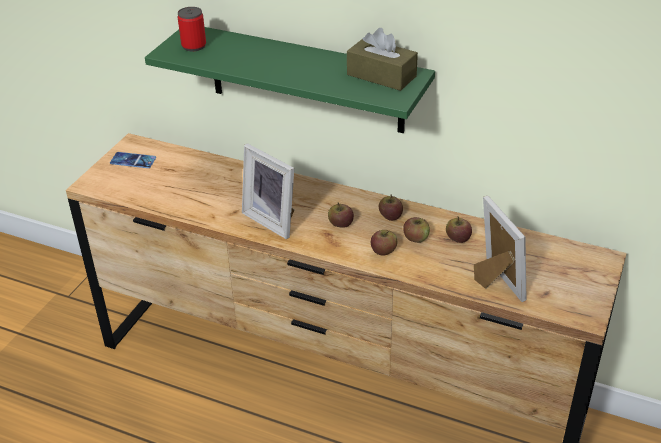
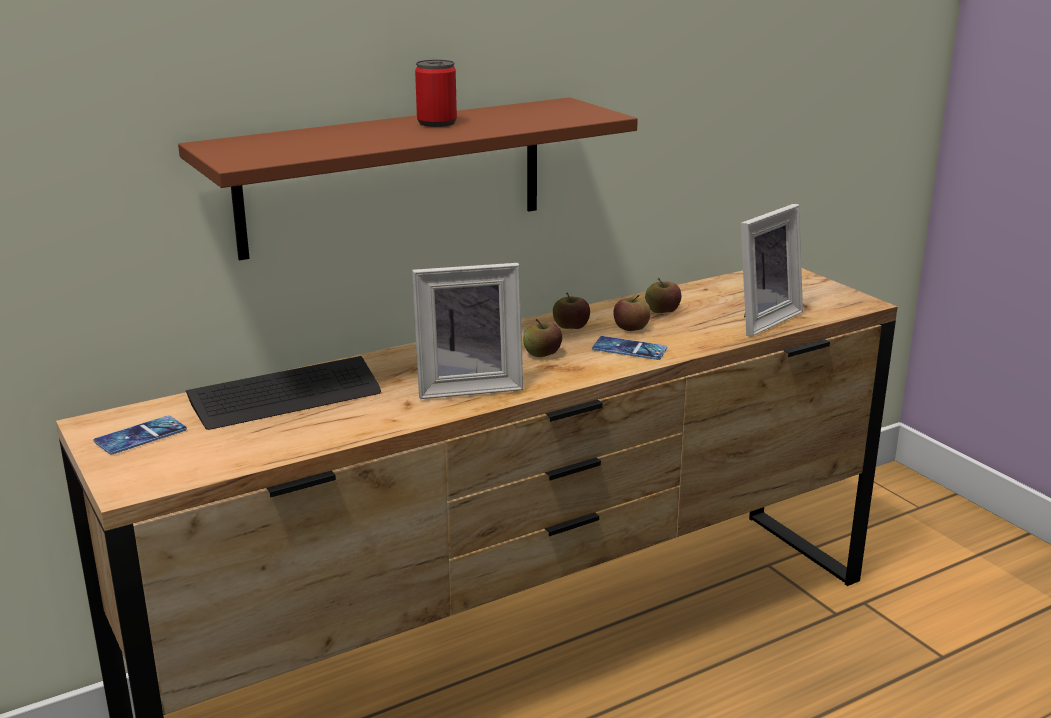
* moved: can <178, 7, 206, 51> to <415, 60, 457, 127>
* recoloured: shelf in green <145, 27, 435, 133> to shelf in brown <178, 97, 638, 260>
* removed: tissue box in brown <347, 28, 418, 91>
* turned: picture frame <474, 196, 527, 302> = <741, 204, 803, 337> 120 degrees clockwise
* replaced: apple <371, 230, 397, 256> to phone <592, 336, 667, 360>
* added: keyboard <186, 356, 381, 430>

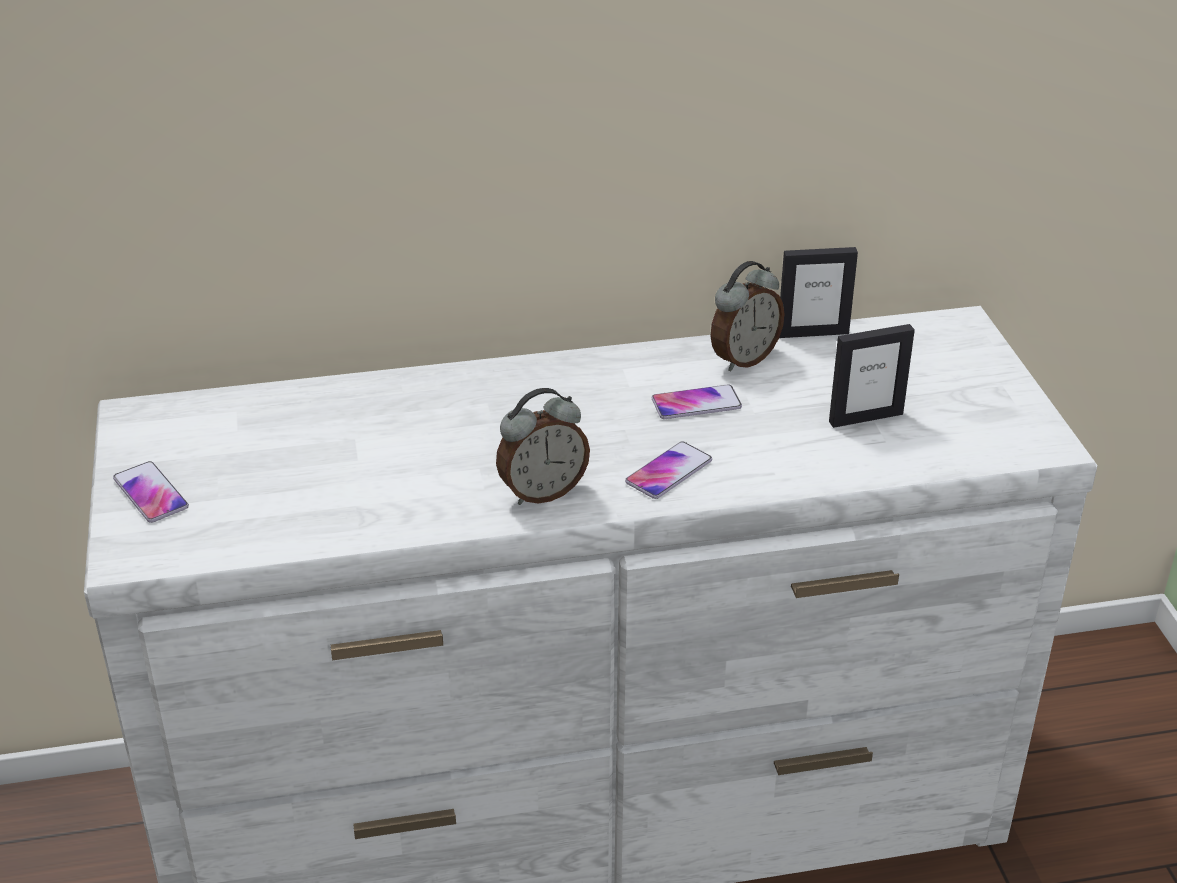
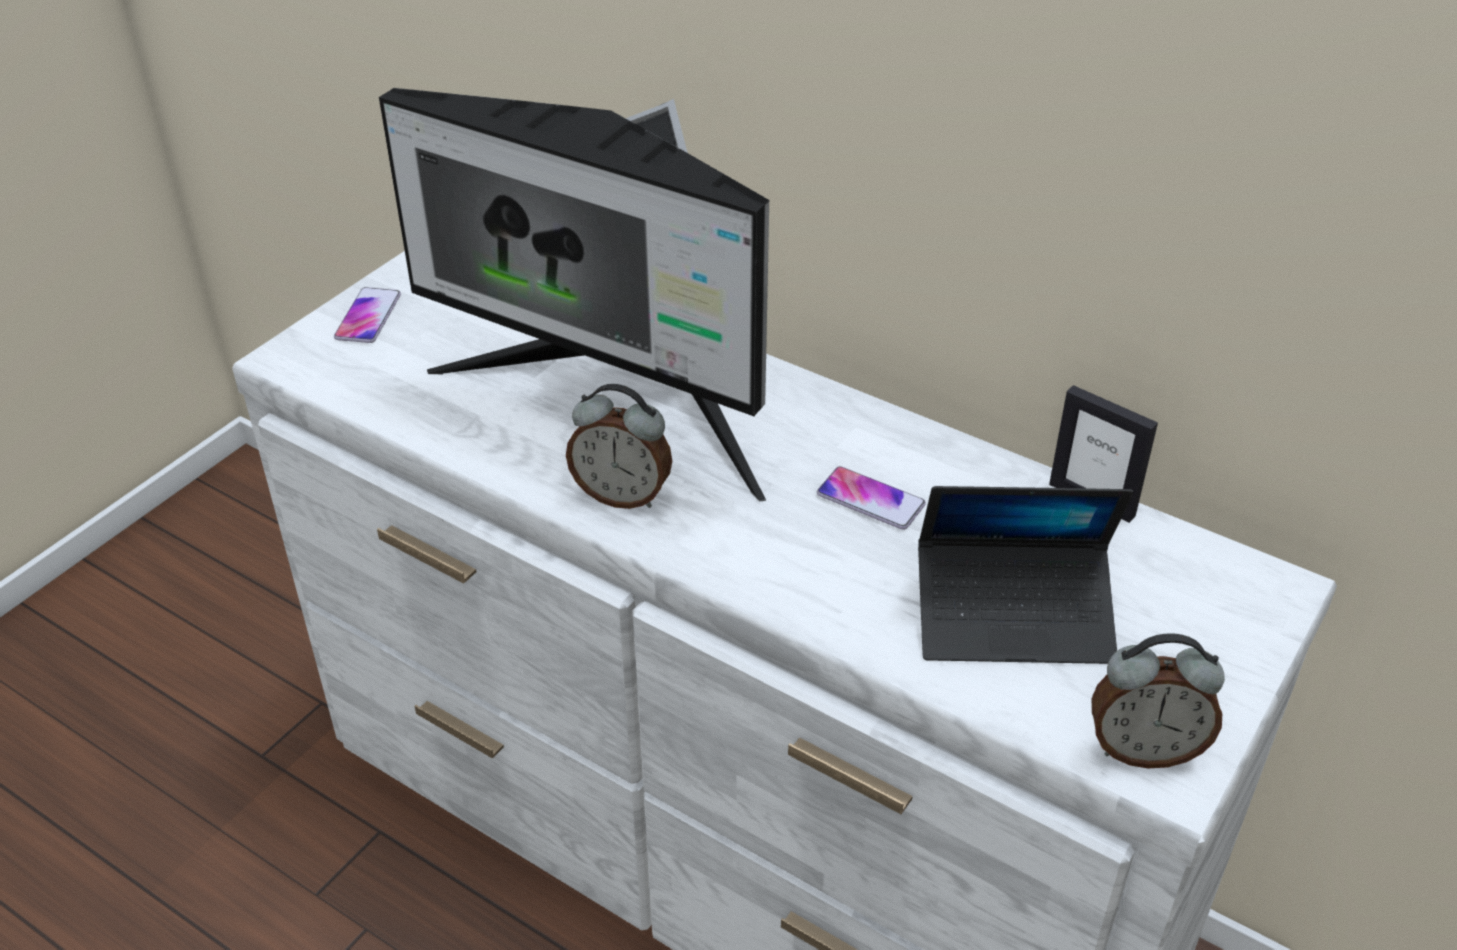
* moved: alarm clock <711, 261, 784, 371> to <1092, 633, 1225, 768>
* replaced: picture frame <829, 324, 915, 428> to laptop <918, 486, 1134, 664>
* removed: phone <625, 441, 712, 499>
* added: monitor <379, 88, 769, 502>

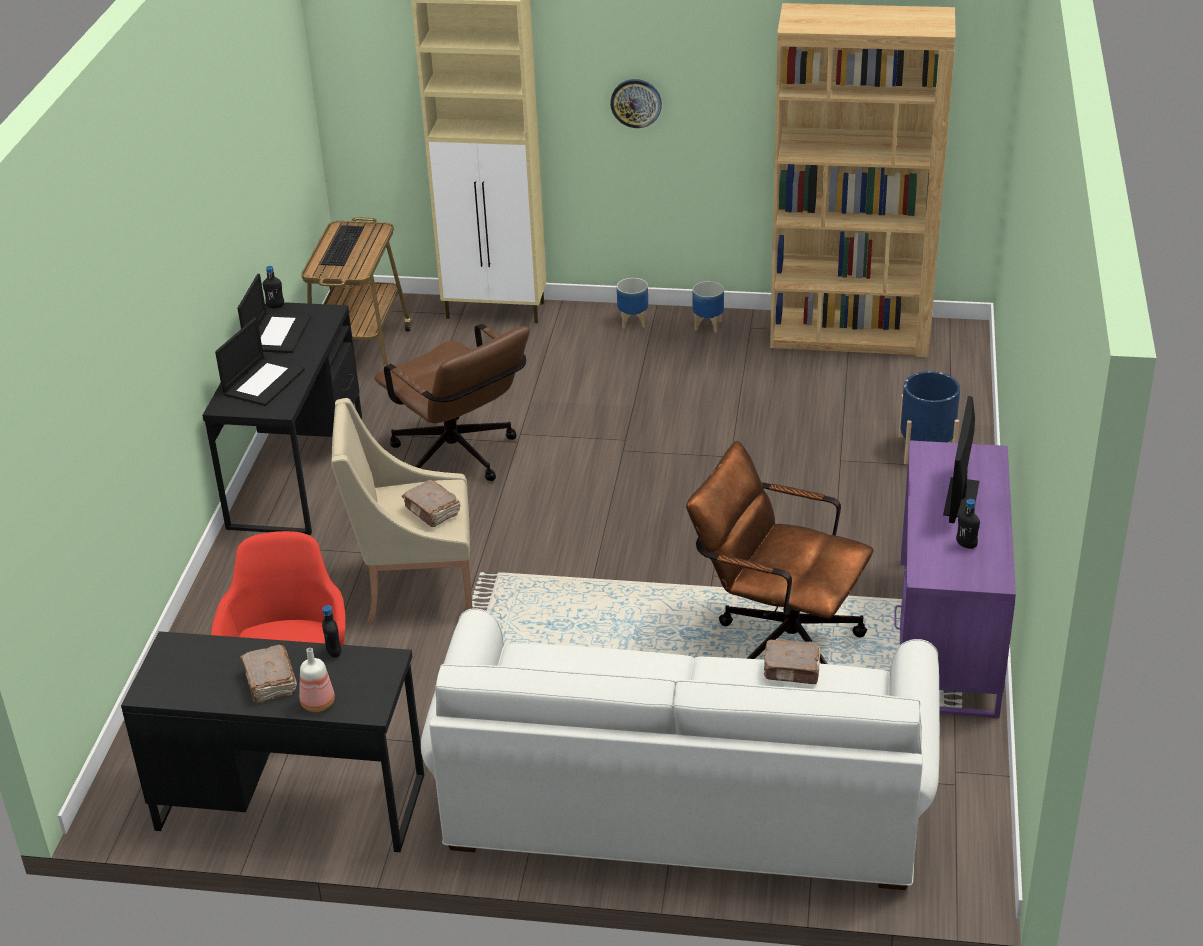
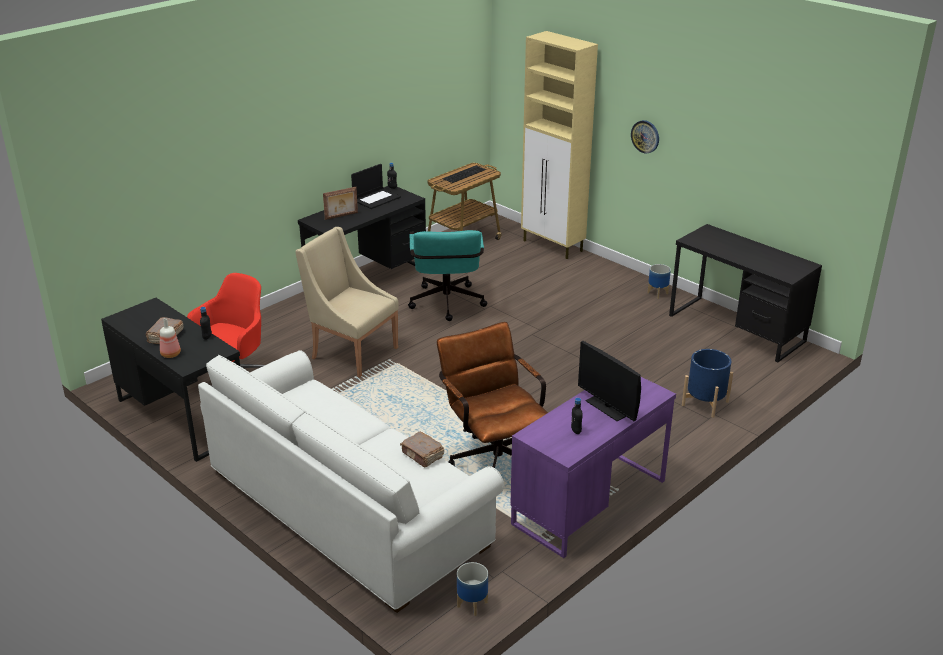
* replaced: bookcase in brown <770, 3, 956, 357> to desk in black <669, 224, 822, 362>
* moved: planter <617, 278, 648, 329> to <457, 562, 488, 616>
* replaced: laptop <215, 317, 305, 406> to picture frame <323, 187, 358, 220>
* recoloured: office chair in brown <375, 323, 530, 481> to office chair in turquoise <408, 230, 487, 321>
* turned: monitor <943, 396, 980, 523> = <578, 341, 641, 421> 90 degrees counterclockwise
* removed: book in brown <402, 480, 460, 527>

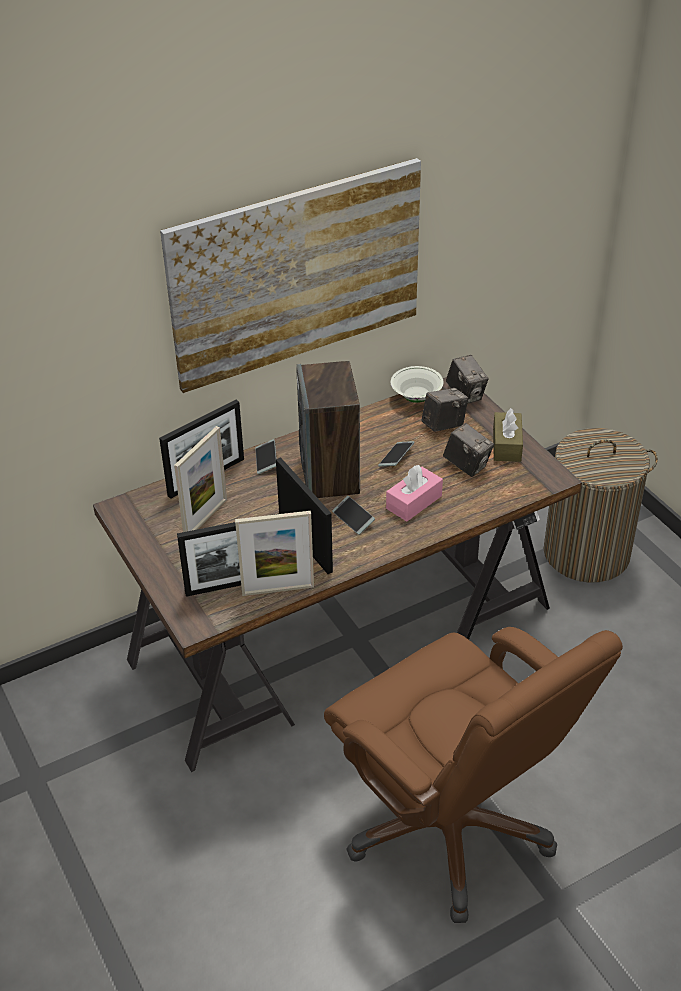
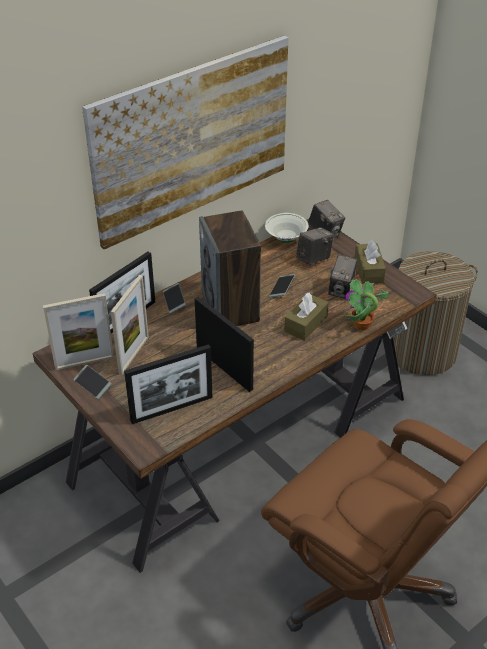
* turned: photo camera <443, 423, 494, 477> = <328, 254, 357, 299> 75 degrees clockwise
* recoloured: tissue box in pink <386, 465, 443, 522> to tissue box in brown <284, 293, 329, 341>
* moved: phone <332, 496, 375, 535> to <73, 365, 111, 399>
* moved: picture frame <235, 511, 314, 596> to <43, 293, 114, 370>
* added: potted plant <345, 279, 388, 330>

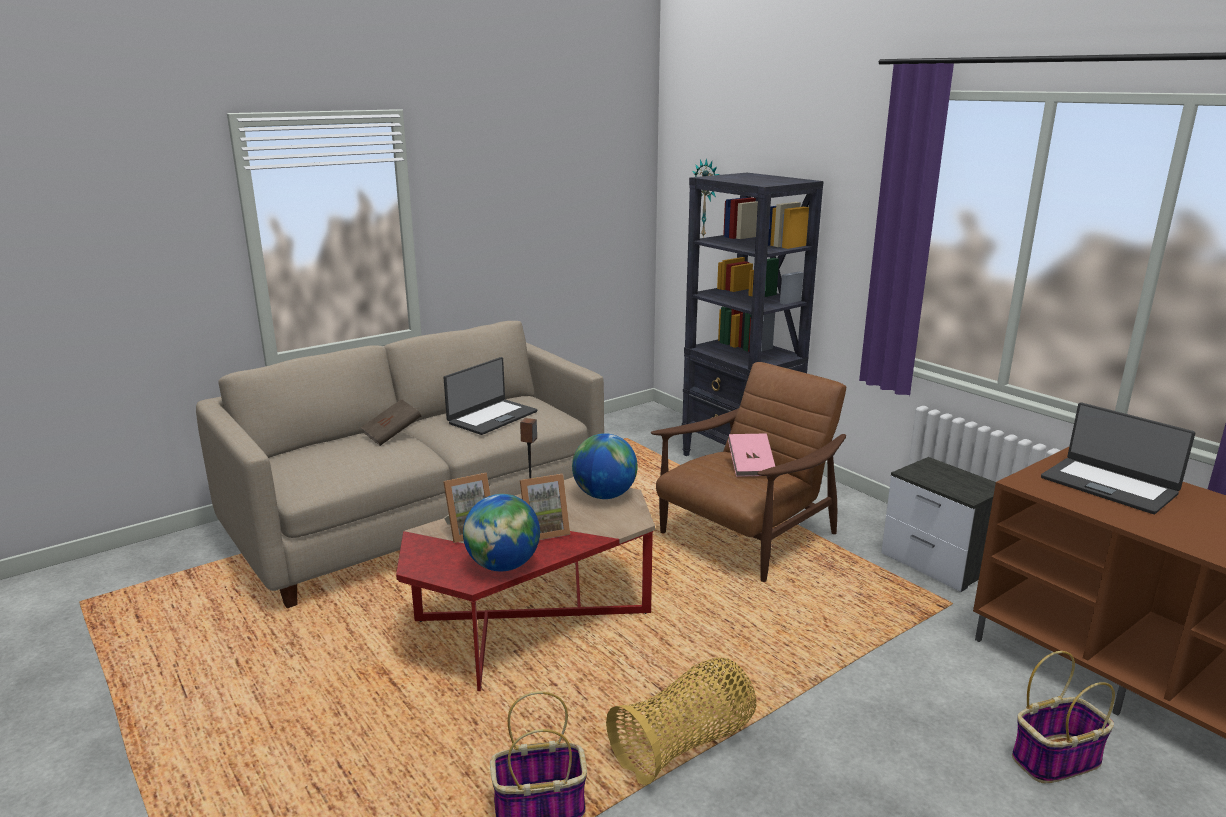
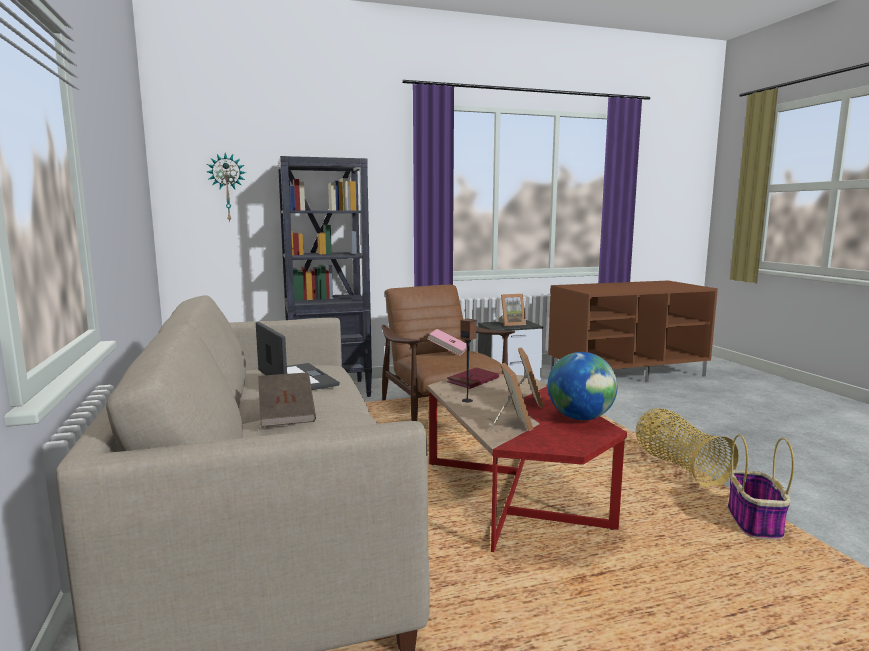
* removed: laptop <1041, 402, 1195, 514>
* replaced: globe <572, 433, 638, 499> to book in red <447, 367, 499, 389>
* removed: basket <1012, 651, 1115, 783>
* added: picture frame <499, 294, 526, 326>

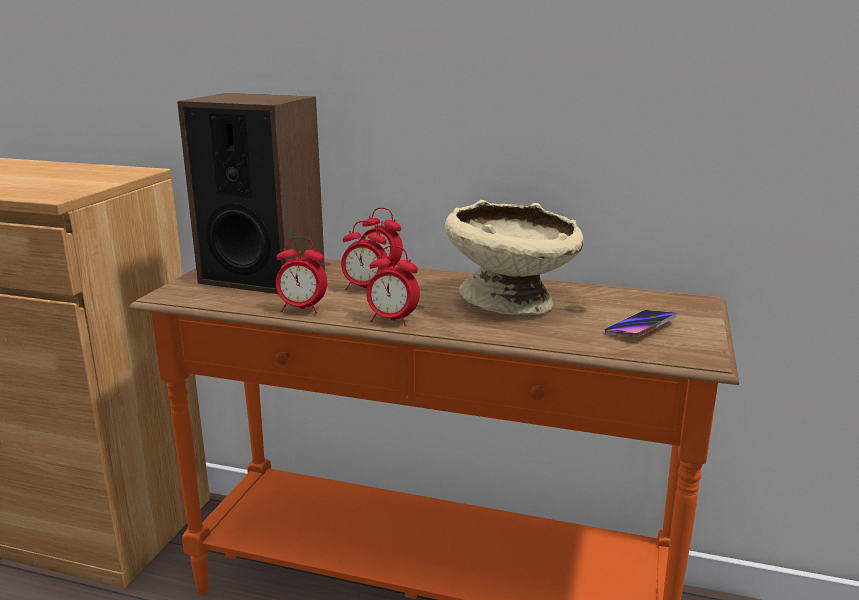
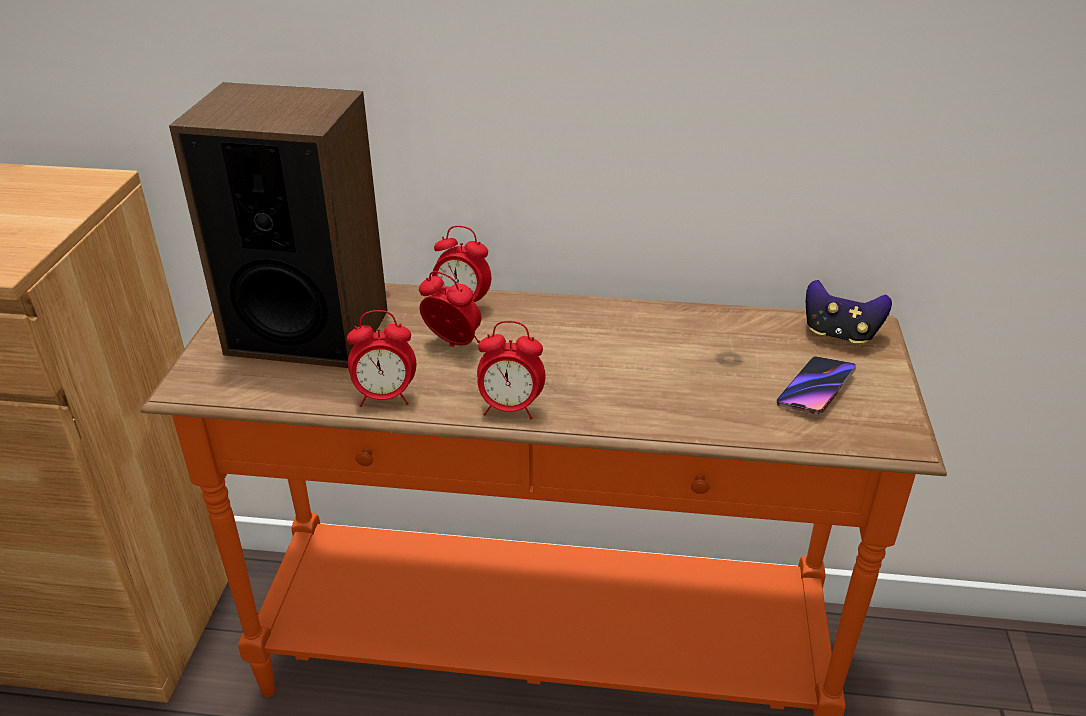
* removed: bowl in beige <445, 200, 584, 315>
* turned: alarm clock <341, 221, 389, 290> = <419, 271, 481, 347> 150 degrees counterclockwise
* added: game controller <806, 280, 892, 346>

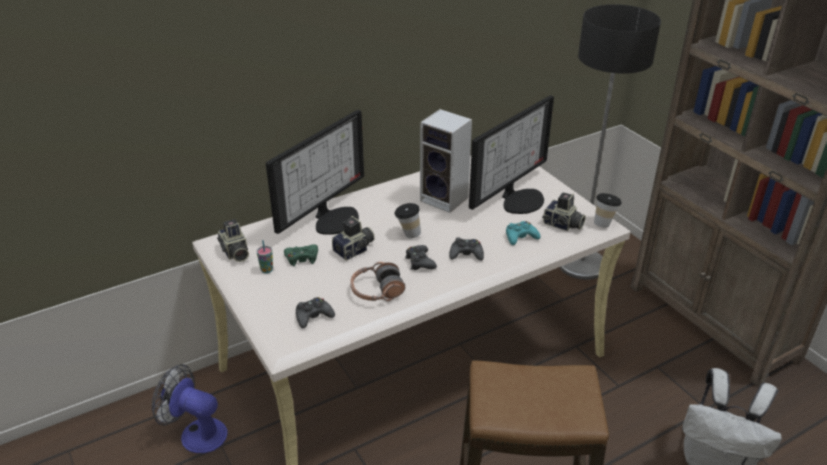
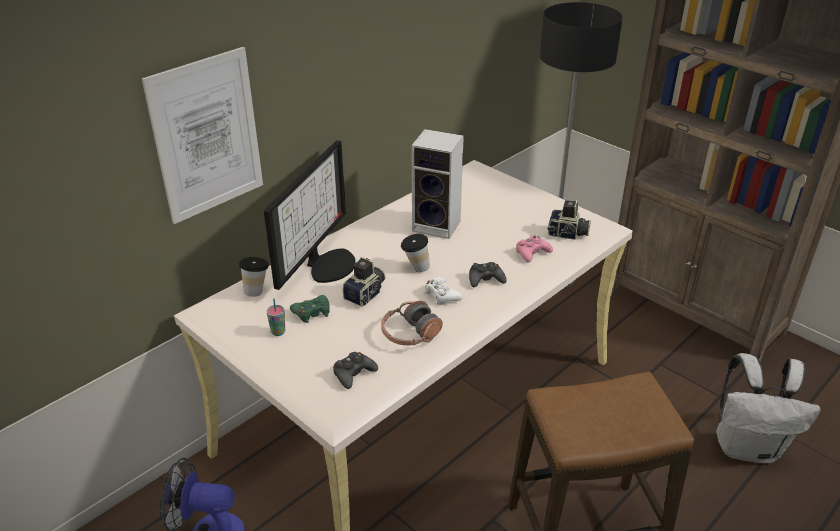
* removed: monitor <469, 95, 554, 214>
* moved: cup <594, 193, 622, 228> to <239, 257, 269, 297>
* removed: photo camera <217, 219, 249, 262>
* recoloured: game controller in turquoise <506, 221, 540, 245> to game controller in pink <516, 235, 553, 263>
* recoloured: game controller in black <405, 245, 437, 270> to game controller in white <425, 277, 462, 305>
* added: picture <142, 47, 263, 224>

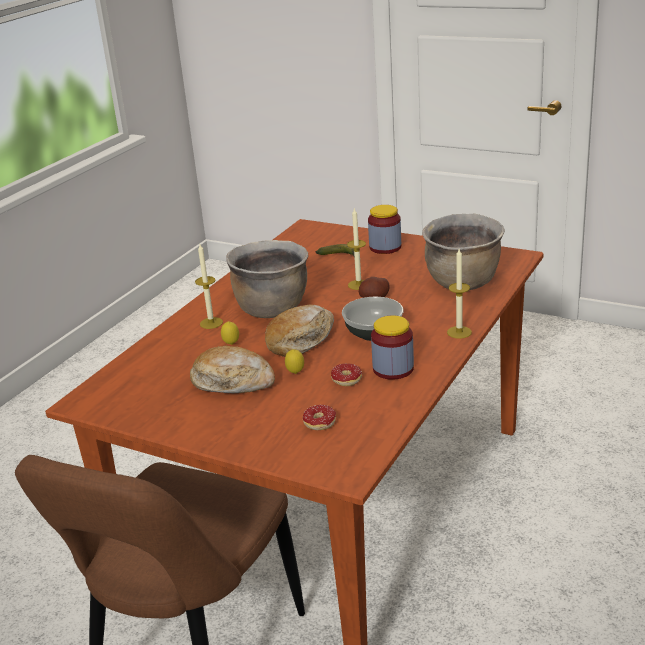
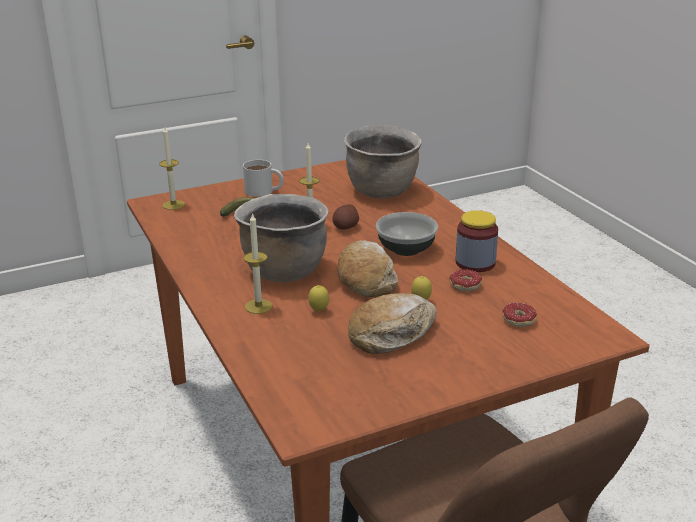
* replaced: jar <368, 205, 401, 254> to mug in white <243, 160, 284, 197>
* moved: candle <447, 249, 472, 339> to <159, 127, 185, 210>

